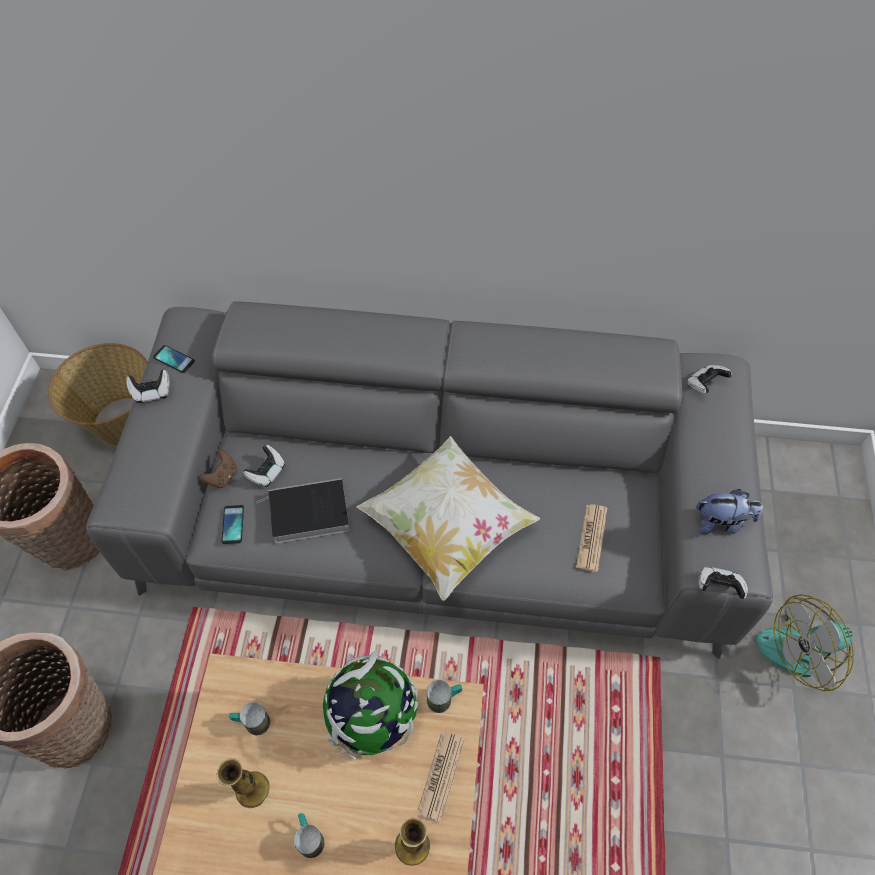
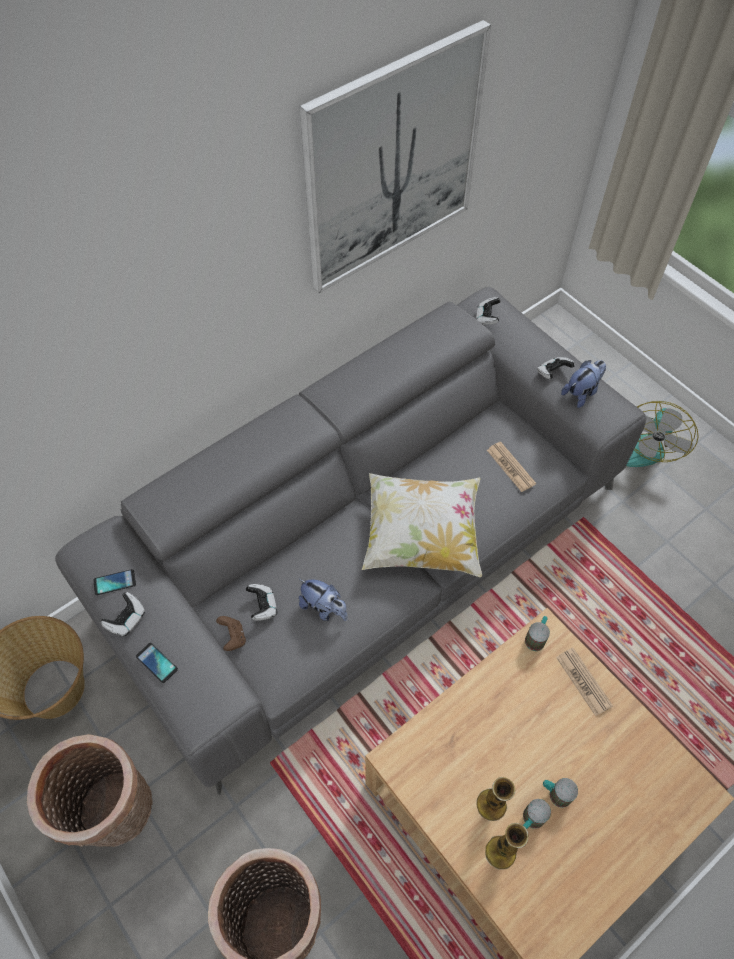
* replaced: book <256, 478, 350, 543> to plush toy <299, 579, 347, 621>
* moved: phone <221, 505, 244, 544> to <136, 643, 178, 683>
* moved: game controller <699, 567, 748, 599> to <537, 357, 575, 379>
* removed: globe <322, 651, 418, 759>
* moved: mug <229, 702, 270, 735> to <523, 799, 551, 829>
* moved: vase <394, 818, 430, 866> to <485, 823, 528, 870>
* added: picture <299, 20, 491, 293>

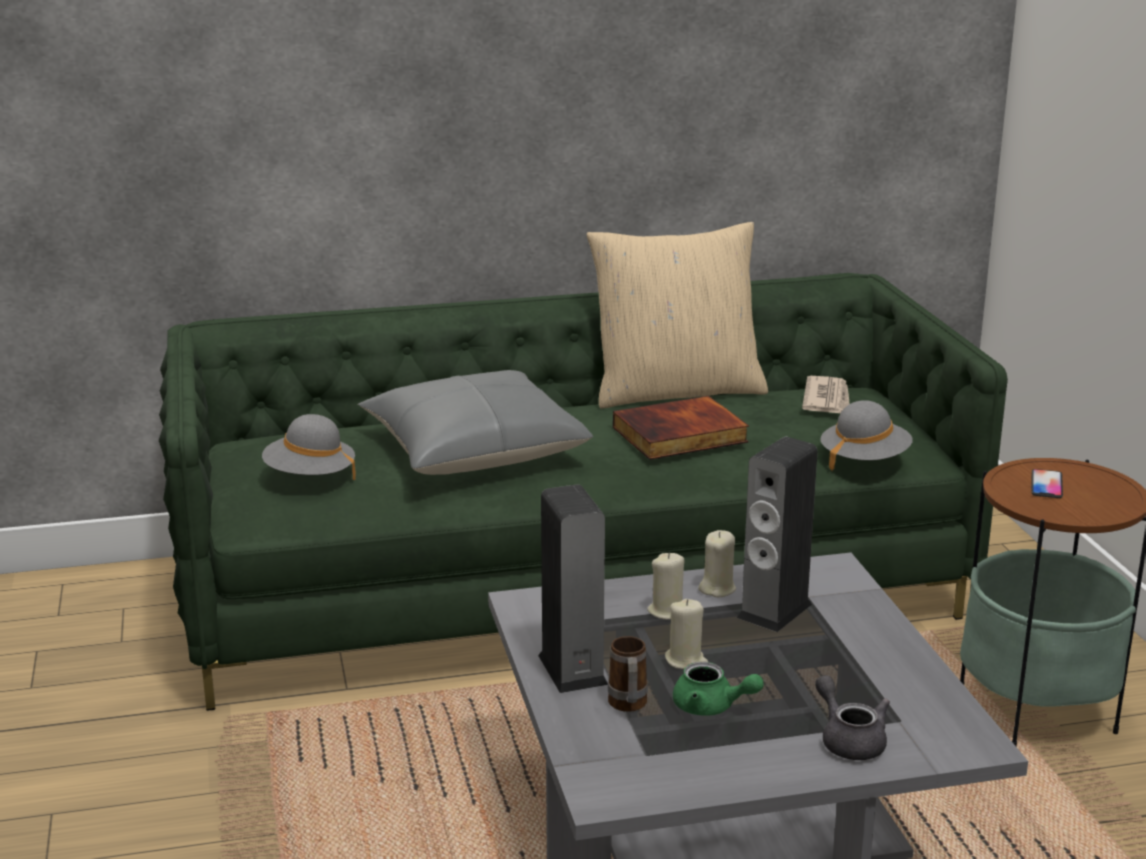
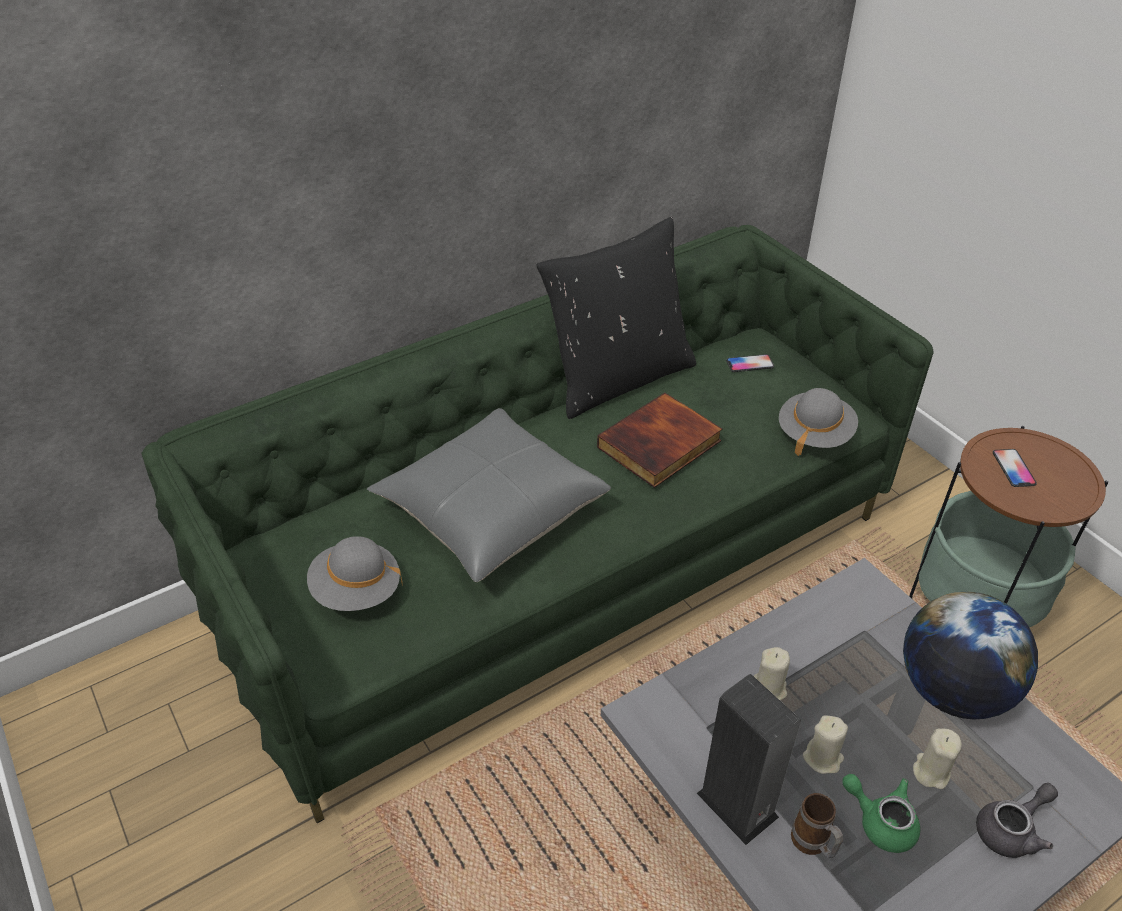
* recoloured: pillow in beige <587, 222, 768, 408> to pillow in black <537, 217, 696, 419>
* replaced: newspaper <802, 376, 849, 413> to phone <726, 354, 774, 372>
* removed: speaker <737, 437, 818, 632>
* moved: candle in beige <698, 530, 736, 597> to <913, 729, 962, 789>
* turned: teapot in green <673, 662, 764, 716> = <842, 774, 920, 853> 150 degrees counterclockwise
* turned: teapot in grey <815, 675, 890, 760> = <976, 783, 1058, 858> 105 degrees clockwise
* added: globe <903, 592, 1038, 720>

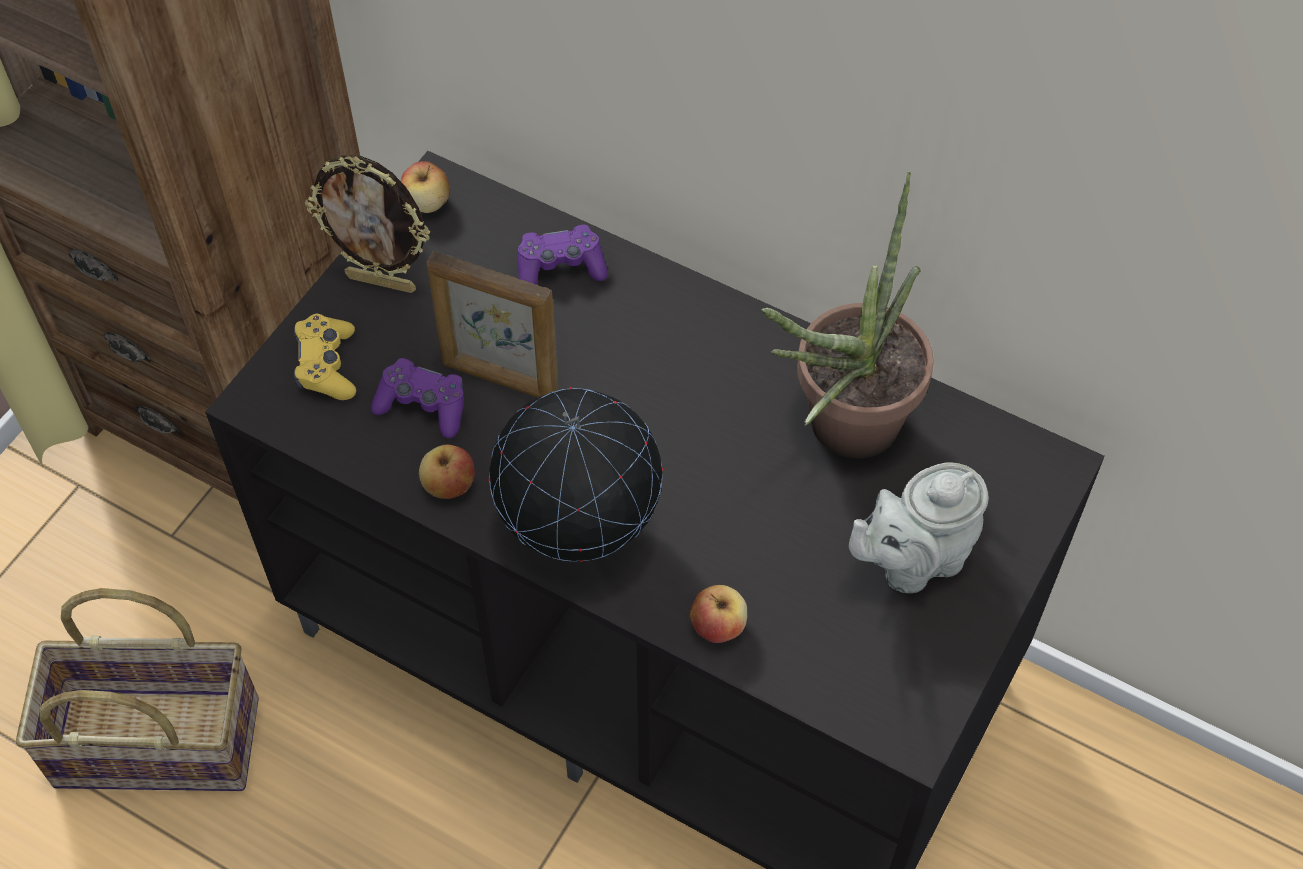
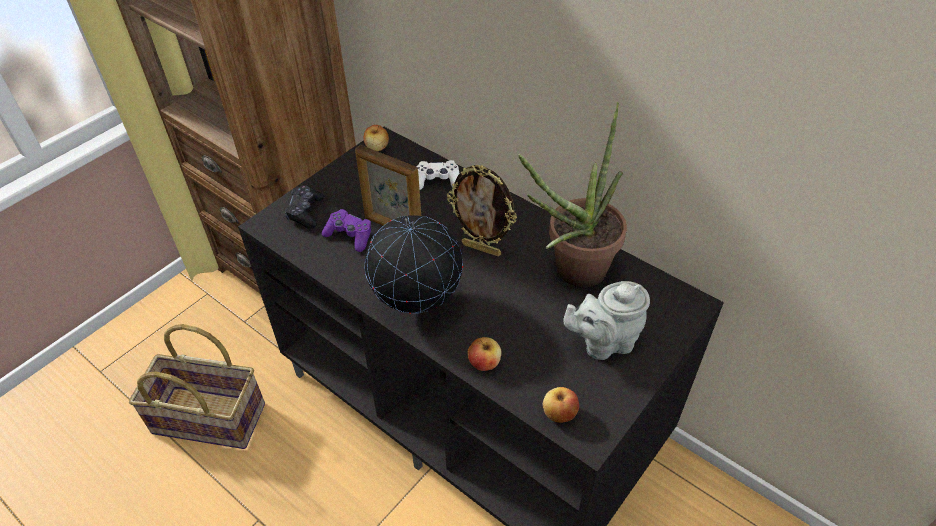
* moved: picture frame <305, 155, 430, 293> to <447, 165, 517, 256>
* recoloured: game controller in purple <518, 225, 607, 285> to game controller in white <416, 160, 460, 190>
* recoloured: game controller in yellow <293, 314, 356, 400> to game controller in black <285, 185, 325, 229>
* moved: apple <419, 445, 475, 499> to <543, 387, 579, 423>

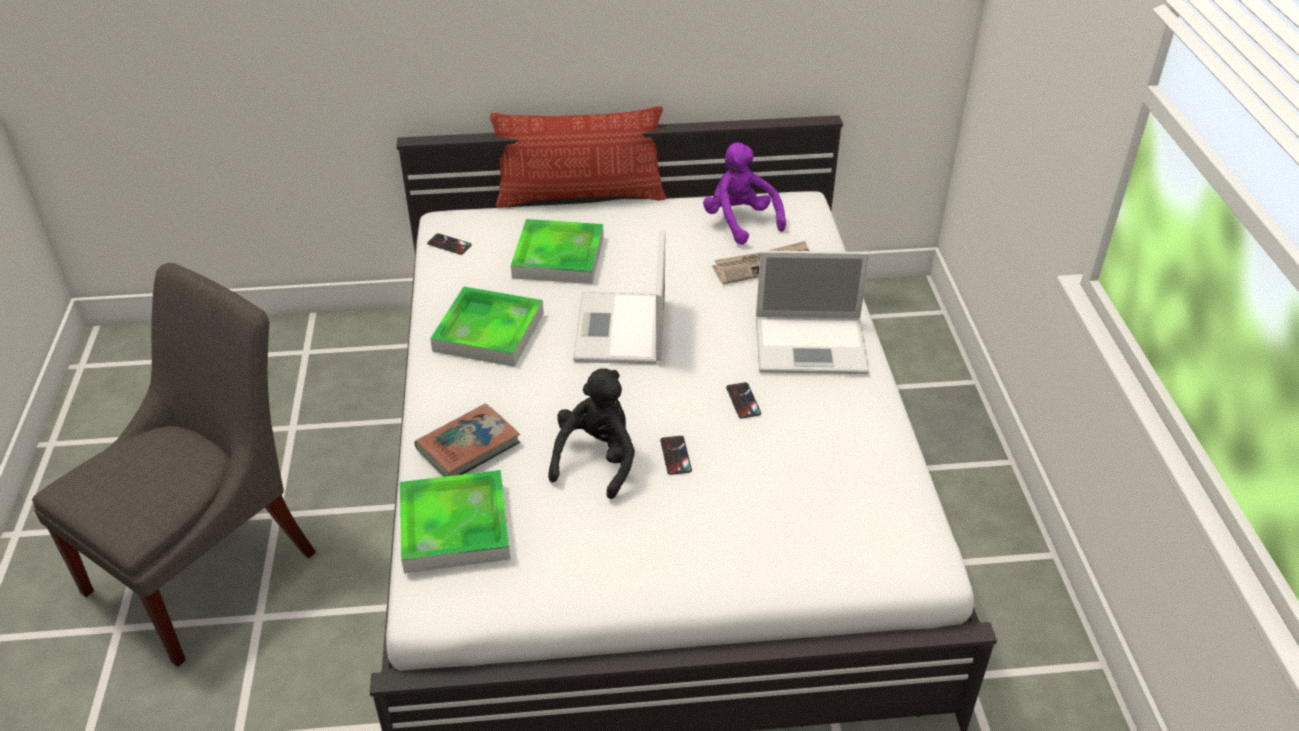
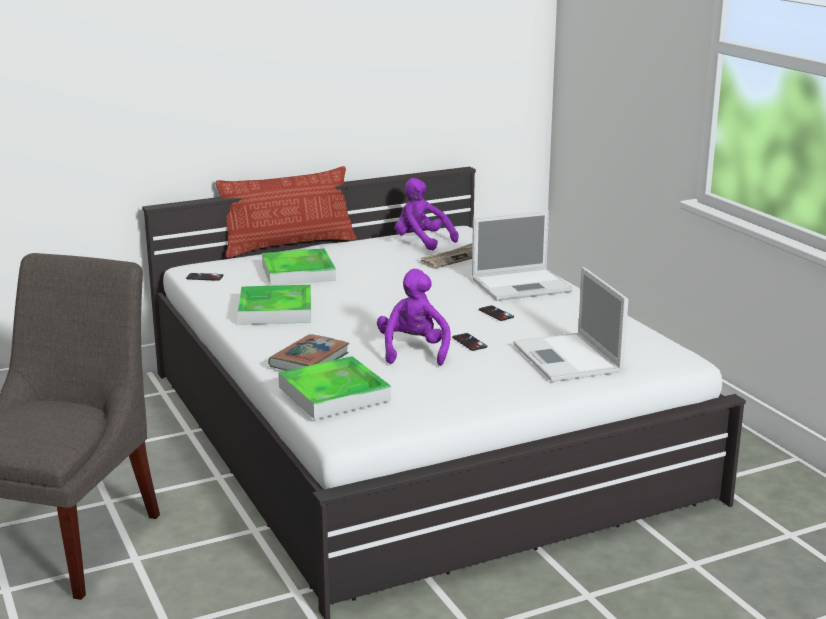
* moved: laptop <573, 230, 665, 364> to <513, 267, 629, 382>
* recoloured: plush toy in black <548, 368, 635, 499> to plush toy in purple <377, 269, 450, 366>

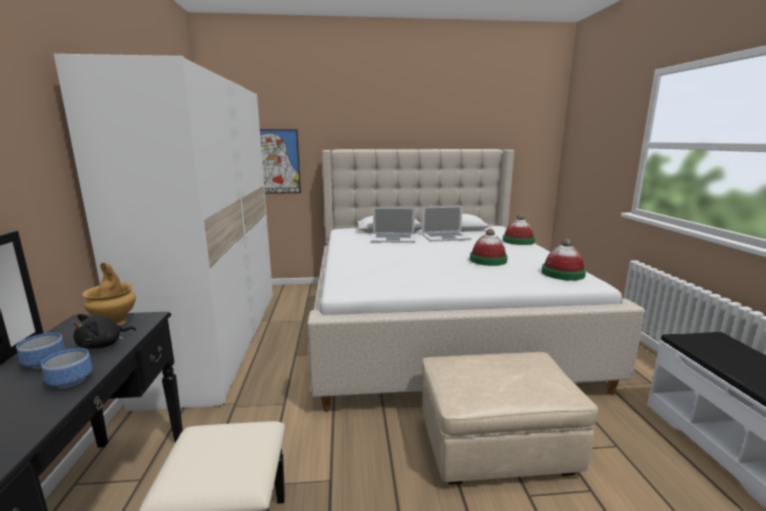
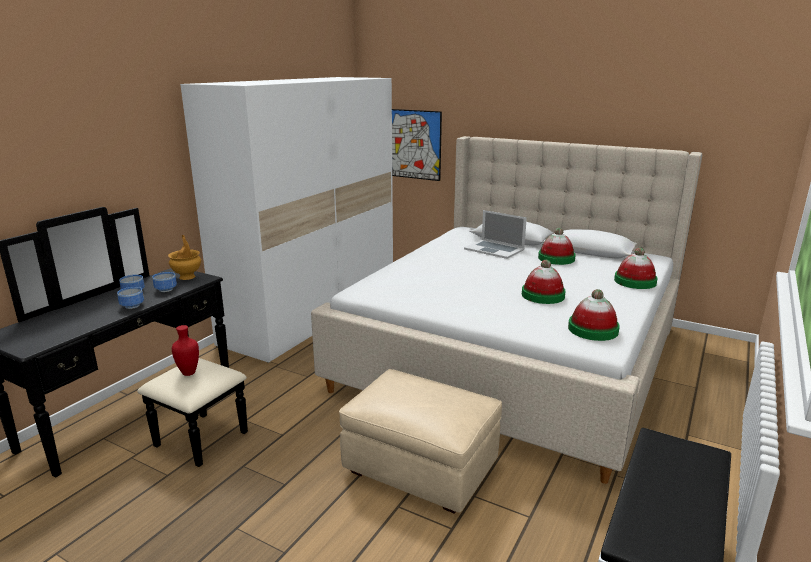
* replaced: laptop <422, 206, 472, 242> to hat <538, 228, 576, 265>
* replaced: plush toy in black <73, 314, 136, 349> to bowl <152, 272, 177, 292>
* added: vase in red <172, 325, 199, 376>

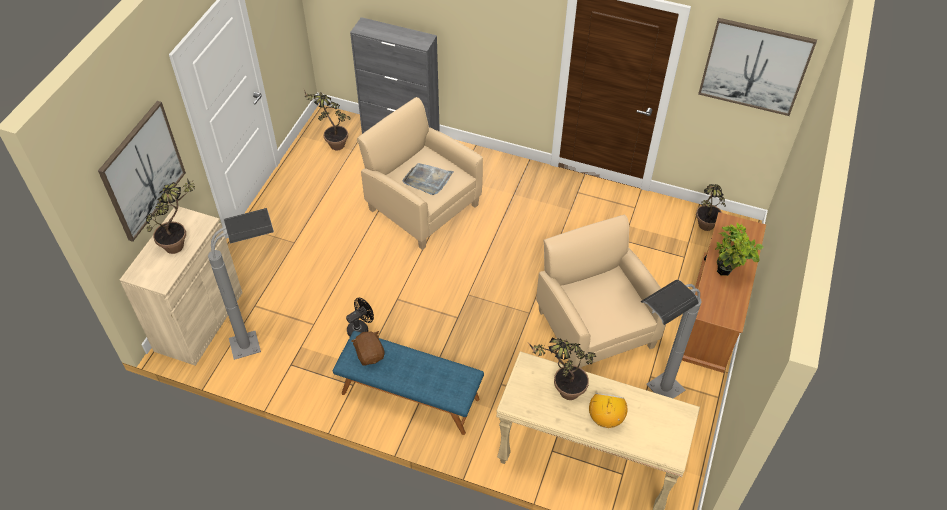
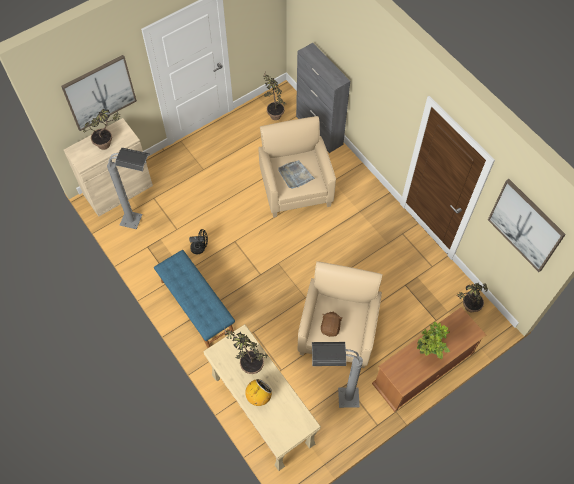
* moved: plush toy in brown <351, 331, 384, 366> to <321, 312, 343, 337>

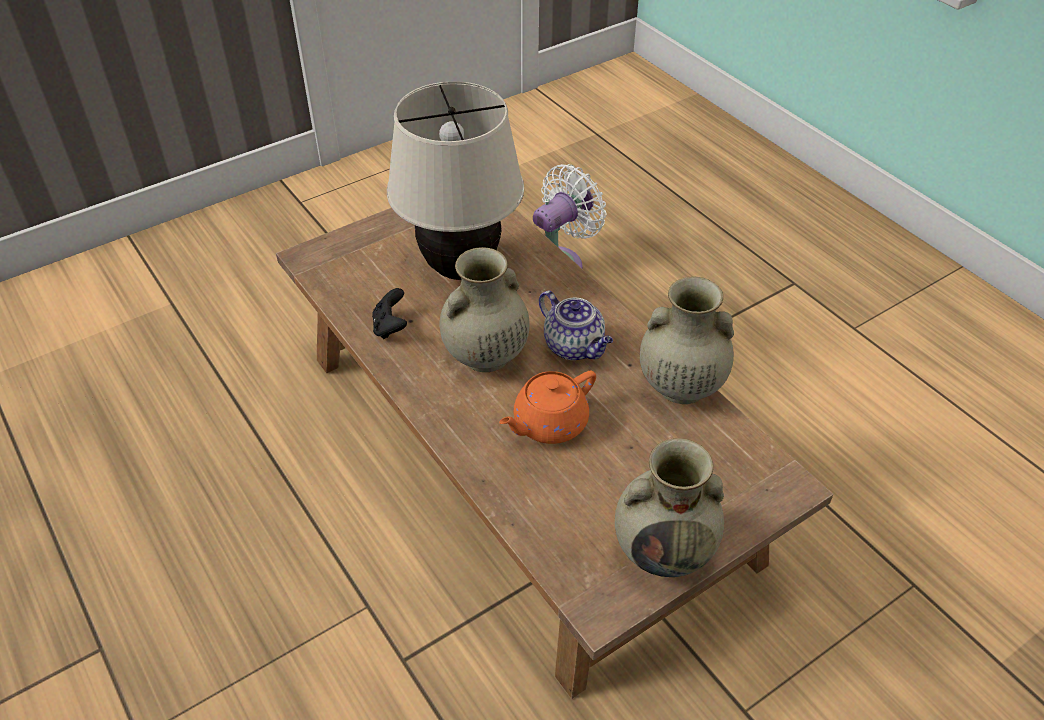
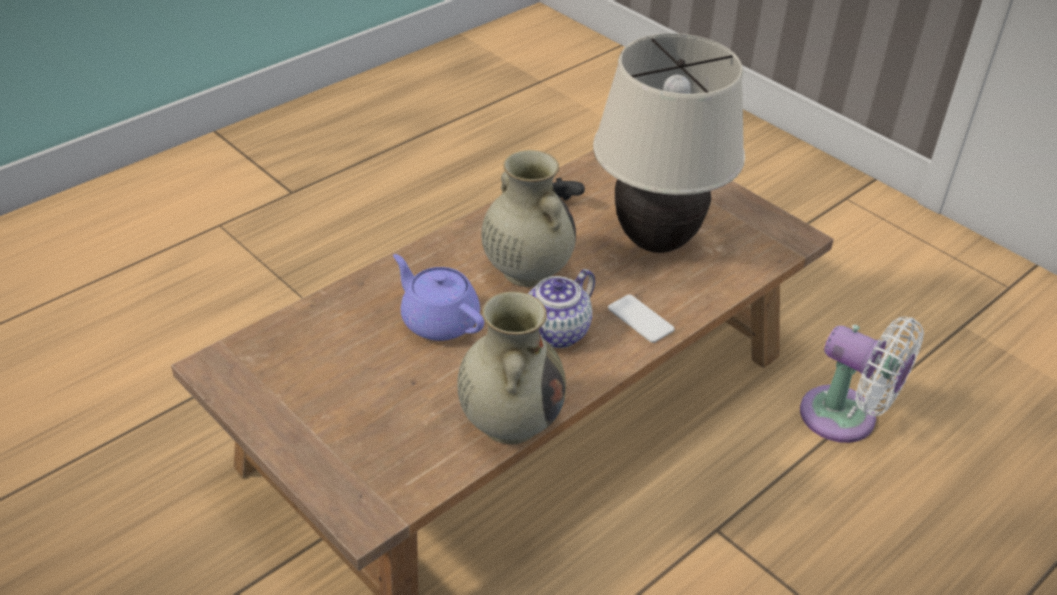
* recoloured: teapot in orange <499, 371, 596, 444> to teapot in purple <393, 254, 484, 341>
* removed: vase in beige <615, 438, 724, 577>
* added: phone <608, 295, 675, 343>

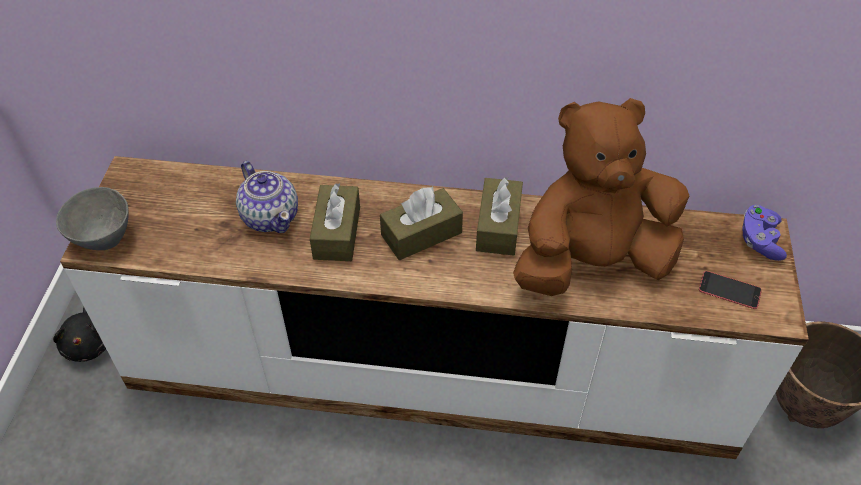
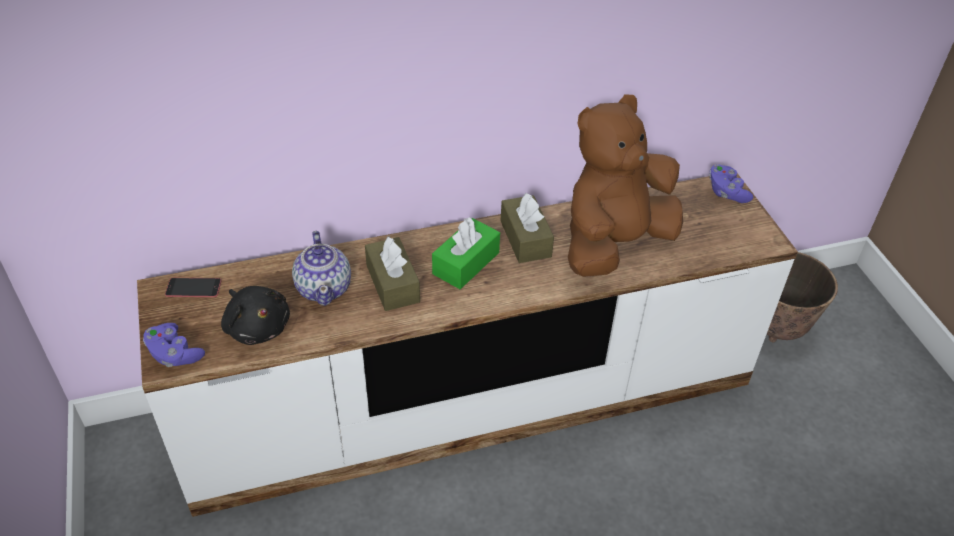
* turned: teapot <236, 161, 298, 233> = <292, 231, 351, 306> 45 degrees clockwise
* replaced: bowl in grey <56, 187, 129, 250> to game controller in purple <143, 323, 205, 367>
* recoloured: tissue box in brown <380, 187, 463, 260> to tissue box in green <432, 217, 500, 289>
* moved: phone <699, 271, 762, 309> to <165, 278, 221, 297>
* moved: plush toy in black <53, 307, 106, 362> to <221, 286, 290, 345>

